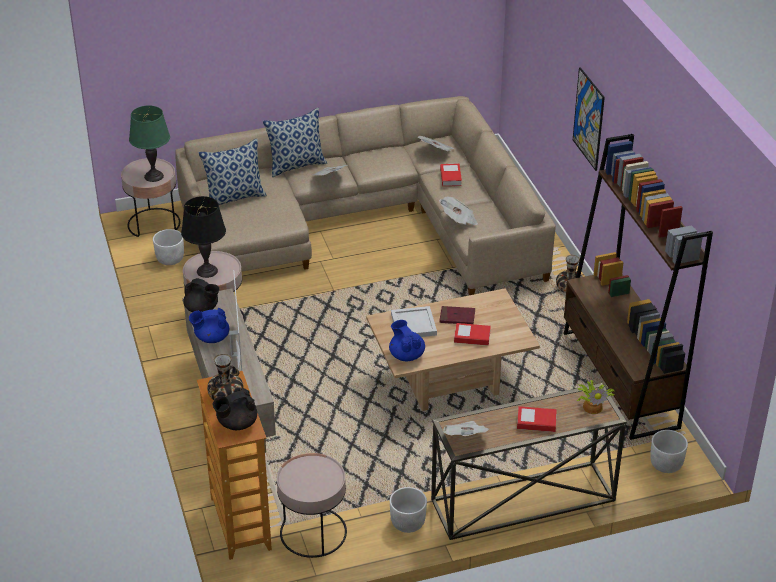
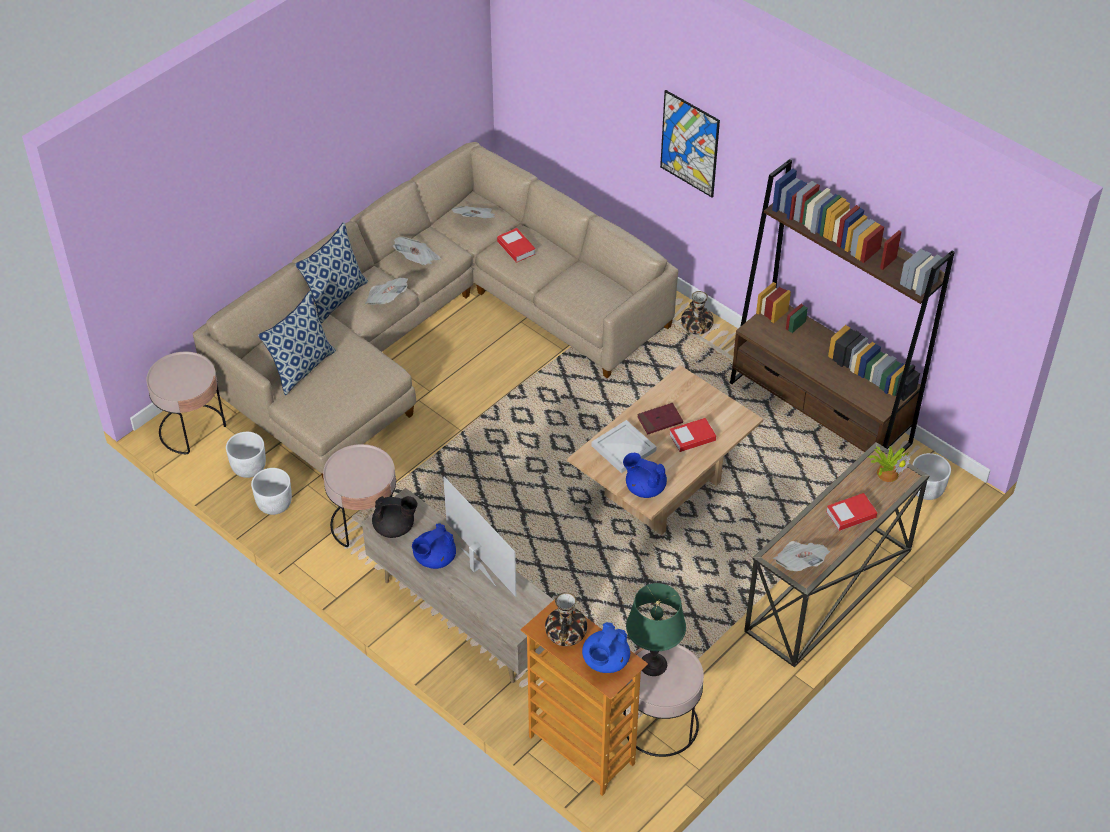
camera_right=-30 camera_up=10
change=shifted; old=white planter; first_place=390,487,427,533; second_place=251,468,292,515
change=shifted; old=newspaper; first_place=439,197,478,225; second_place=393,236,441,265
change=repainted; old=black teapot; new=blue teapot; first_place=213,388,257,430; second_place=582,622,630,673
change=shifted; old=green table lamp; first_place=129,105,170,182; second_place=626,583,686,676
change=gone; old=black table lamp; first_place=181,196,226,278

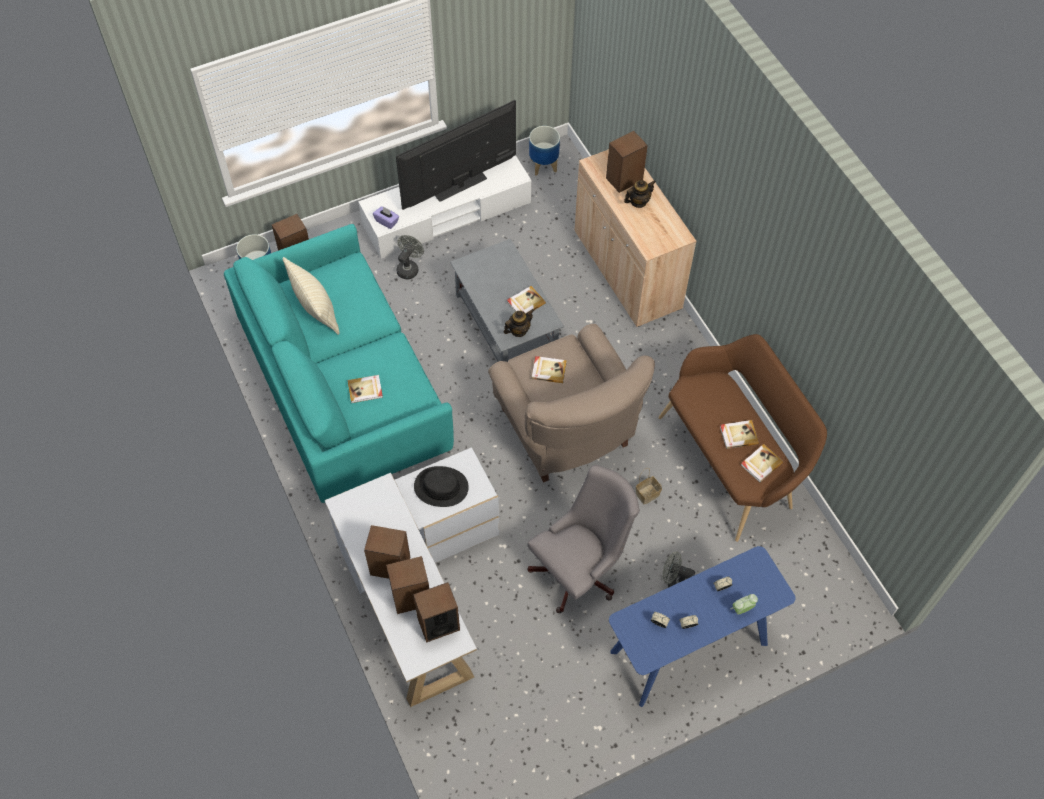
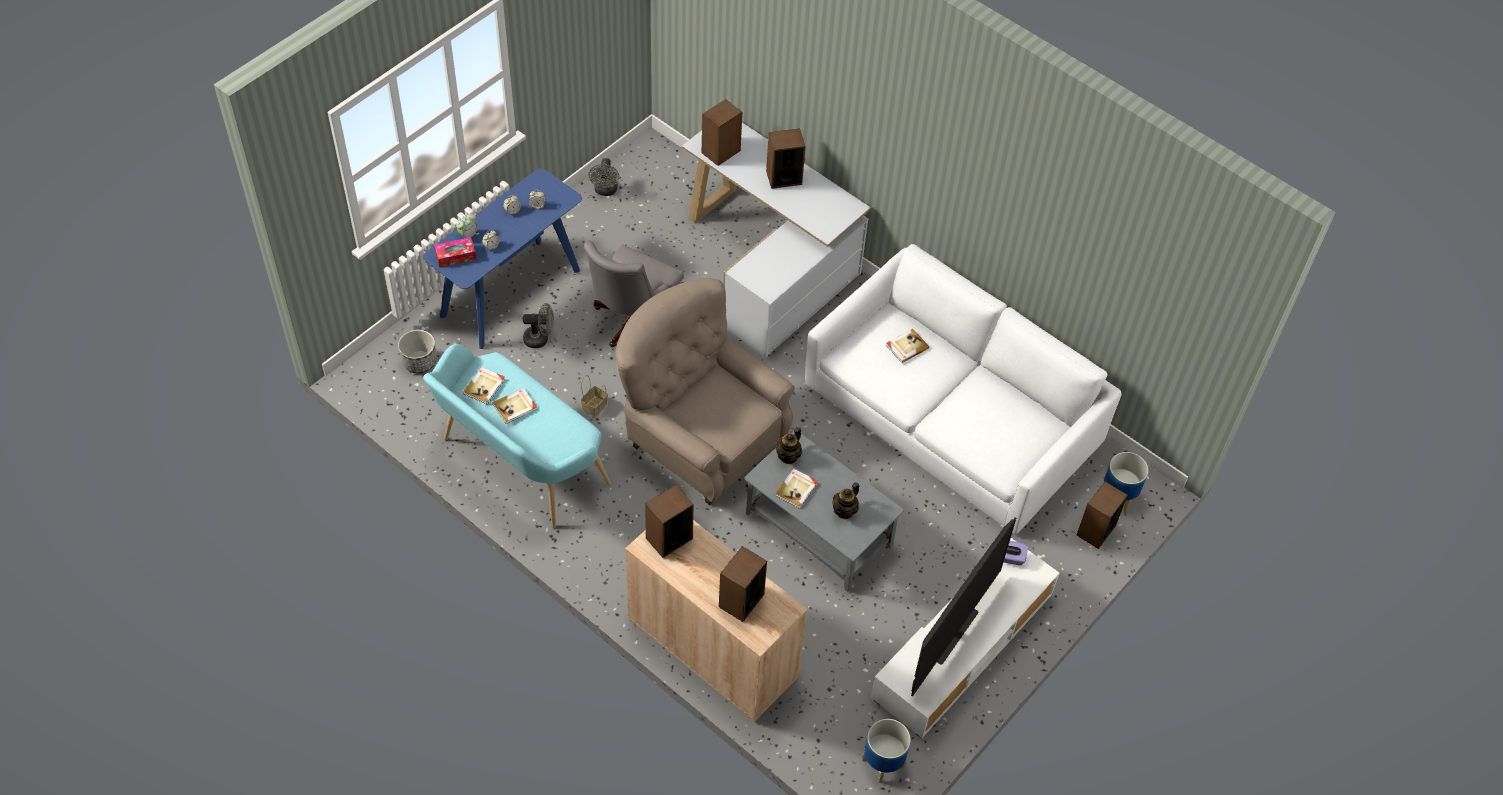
camera_right=155 camera_up=-5
change=new; new=planter; second_place=398,330,436,374
change=repainted; old=brown bench; new=turquoise bench; first_place=658,334,827,542; second_place=423,344,611,528
change=new; new=tissue box; second_place=434,237,476,267
change=shifted; old=grey fan; first_place=396,235,424,279; second_place=589,158,619,196
change=shifted; old=speaker; first_place=386,556,429,614; second_place=645,484,694,558
change=repainted; old=turquoise sofa; new=white sofa; first_place=224,224,454,503; second_place=805,244,1121,534
change=shifted; old=teapot; first_place=624,180,656,208; second_place=833,482,859,519
change=gone; old=beige pillow; first_place=283,257,340,335
change=gone; old=black hat; first_place=414,466,469,507
change=gone; old=book; first_place=532,356,567,383

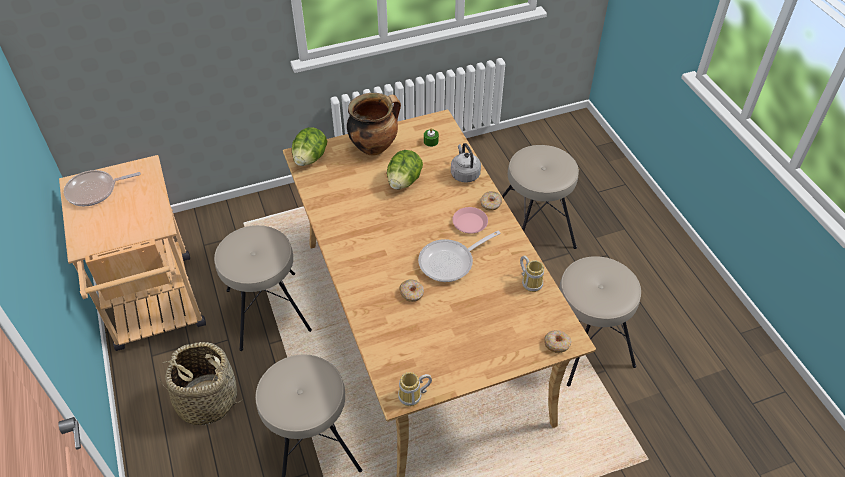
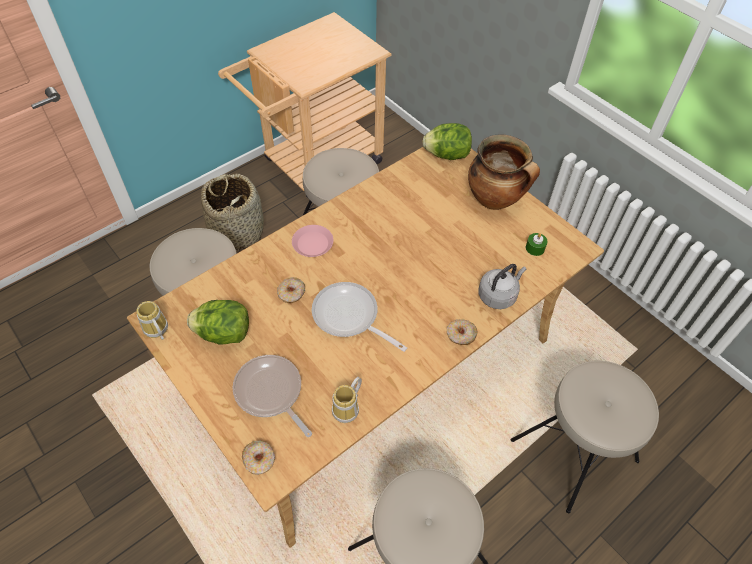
camera_right=70 camera_up=5
change=shifted; old=lettuce; first_place=387,150,423,190; second_place=187,300,249,345
change=shifted; old=frying pan; first_place=64,170,141,206; second_place=233,355,312,437
change=shifted; old=pink plate; first_place=452,207,488,234; second_place=292,225,333,257

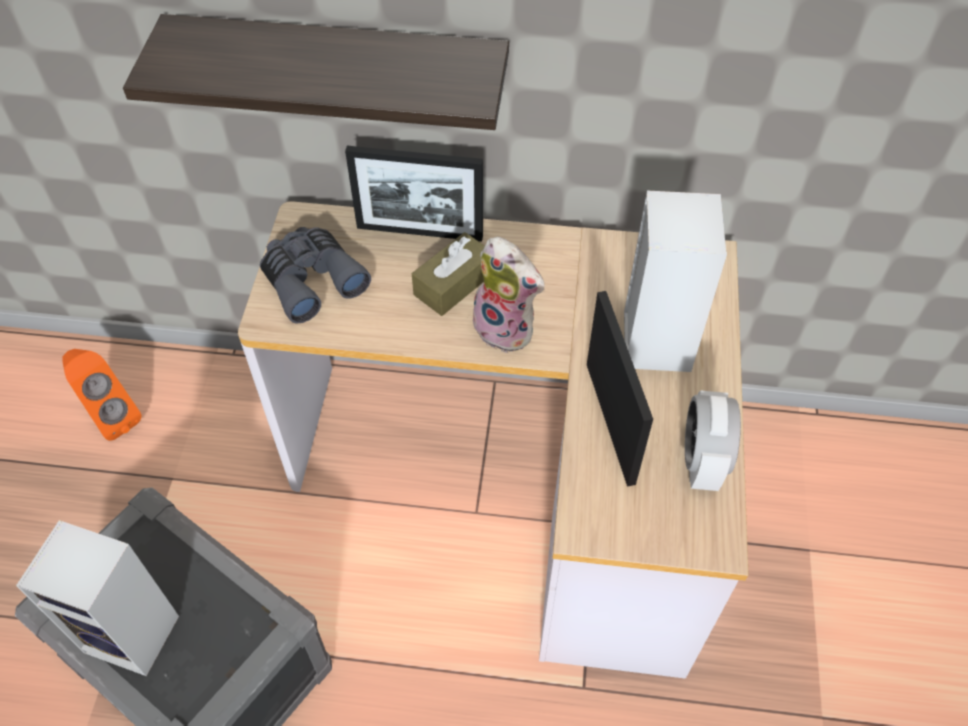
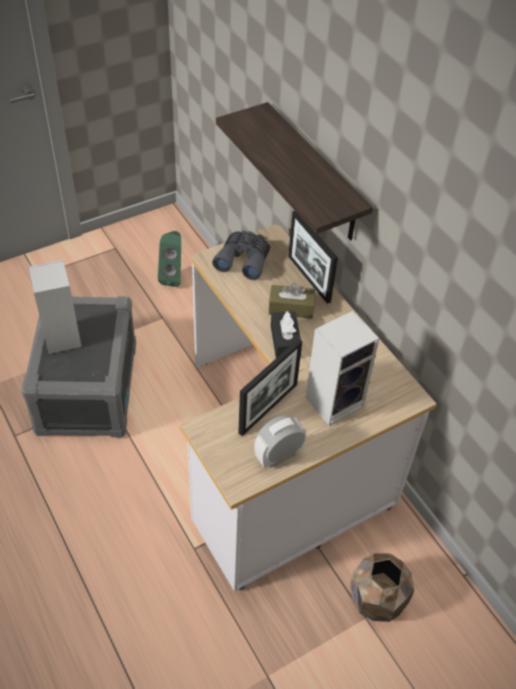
camera_right=50 camera_up=-5
change=repainted; old=orange speaker; new=green speaker; first_place=62,349,141,441; second_place=158,231,181,287
change=swapped; old=plush toy; new=black tissue box; first_place=471,237,545,353; second_place=271,311,302,358
change=new; new=brown planter; second_place=350,553,414,622

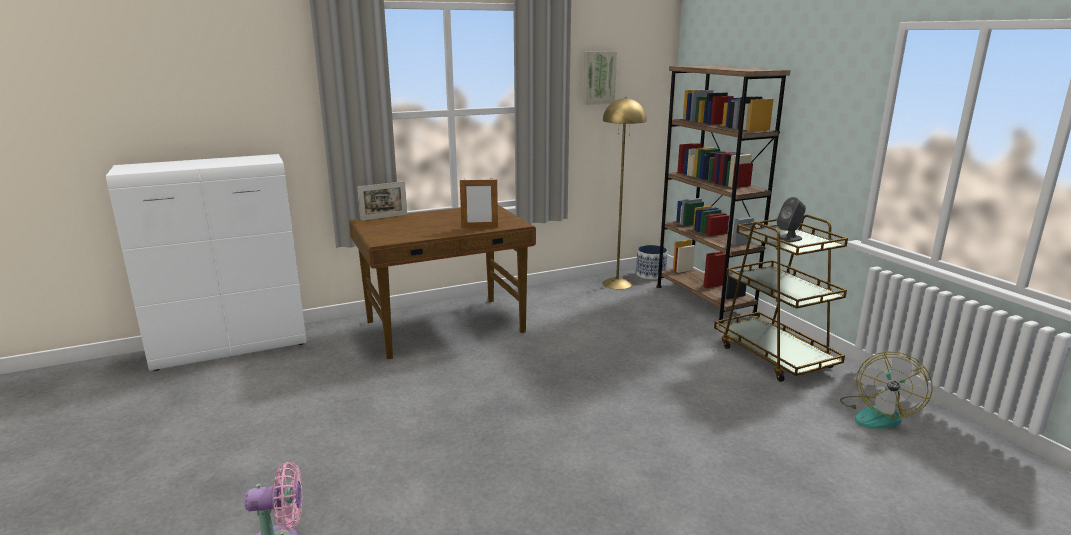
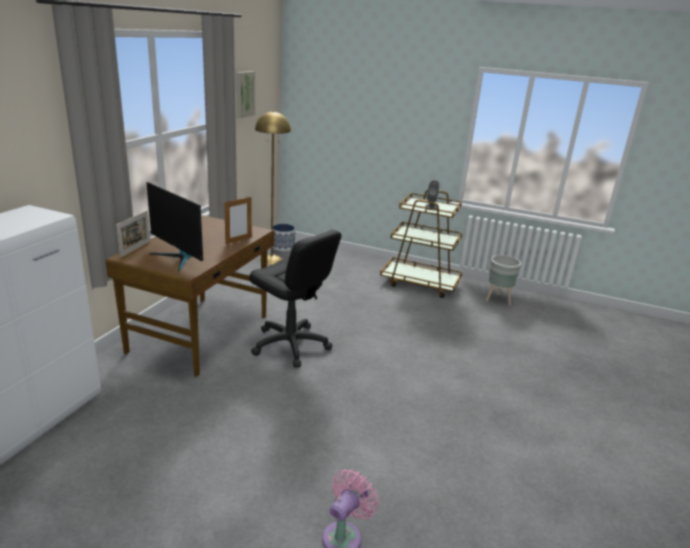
camera_right=-45 camera_up=5
change=new; new=monitor; second_place=146,182,203,271
change=new; new=black office chair; second_place=249,230,342,368
change=swapped; old=fan; new=grey planter; first_place=840,352,933,429; second_place=486,255,521,305
change=gone; old=brown bookcase; first_place=656,65,791,323

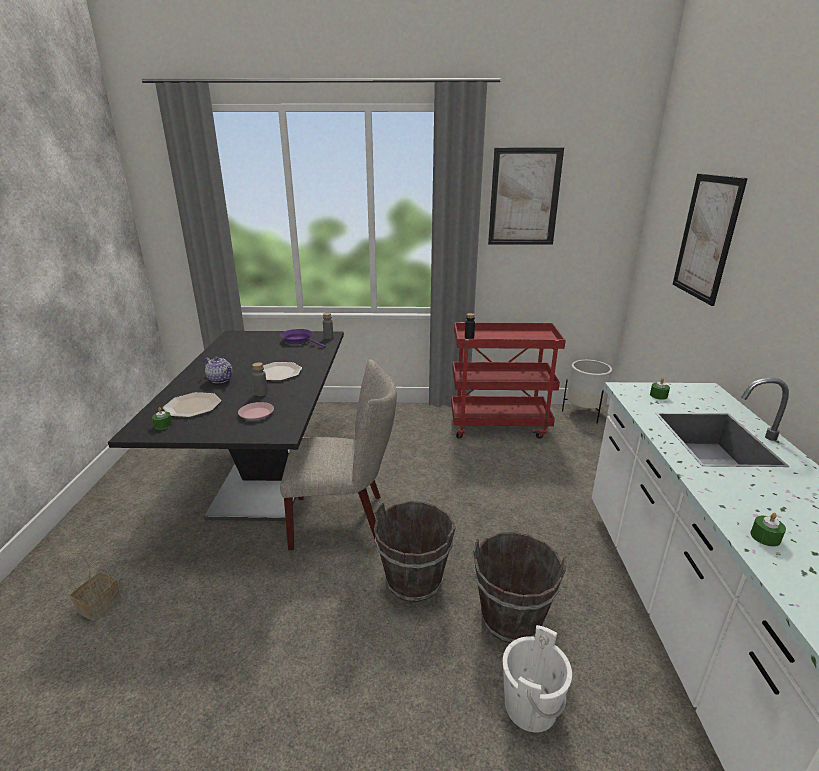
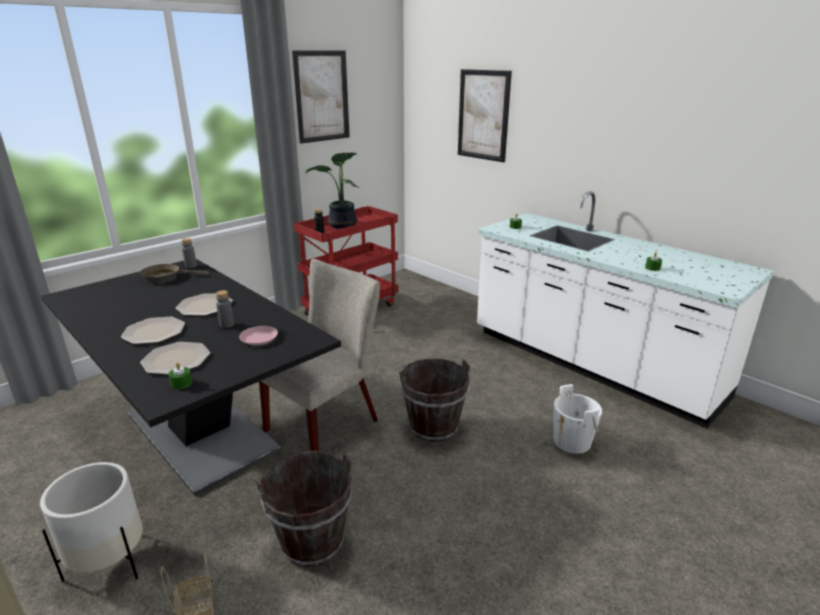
camera_right=-45 camera_up=0
change=shifted; old=white planter; first_place=562,360,612,423; second_place=40,462,143,582
change=swapped; old=teapot; new=plate; first_place=204,356,232,383; second_place=121,317,185,344
change=repainted; old=purple frying pan; new=brown frying pan; first_place=281,329,326,348; second_place=140,264,209,283
change=shifted; old=brown bucket; first_place=473,532,566,643; second_place=256,451,352,567
change=new; new=potted plant; second_place=305,153,359,229

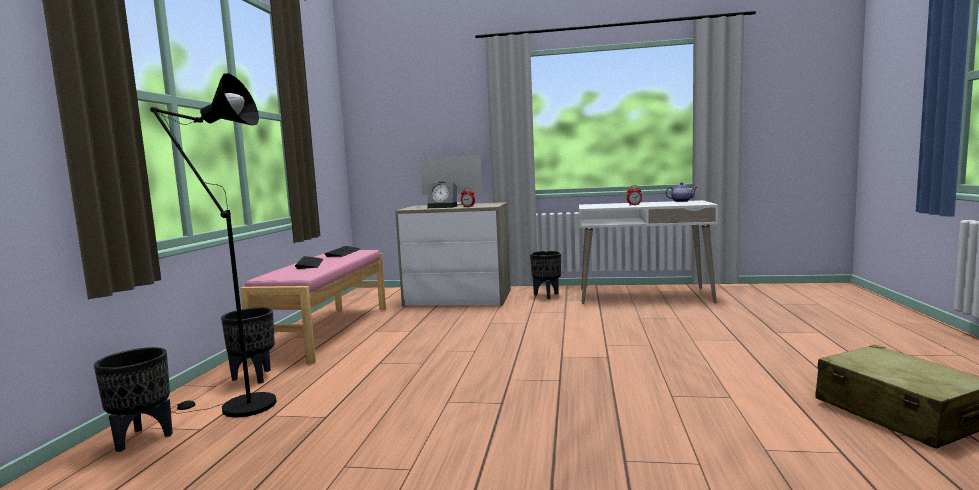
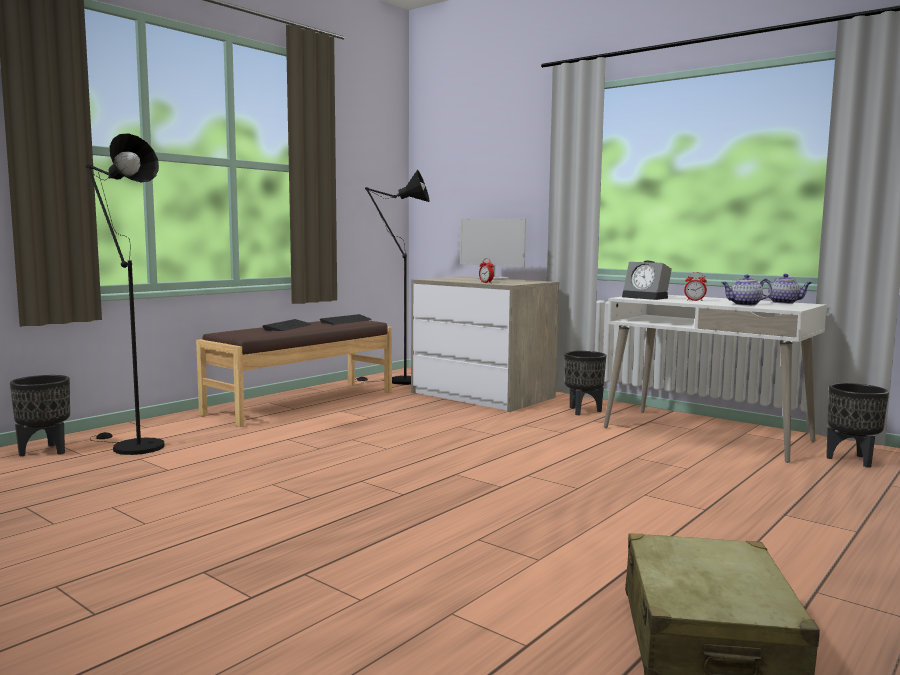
camera_right=30 camera_up=0
change=repainted; old=pink bench; new=brown bench; first_place=240,250,386,364; second_place=196,321,392,427
change=new; new=black floor lamp; second_place=356,170,430,385
change=shifted; old=alarm clock; first_place=427,182,457,208; second_place=622,261,672,300
change=new; new=teapot; second_place=721,275,772,306
change=shifted; old=black planter; first_place=221,307,275,384; second_place=826,383,889,468

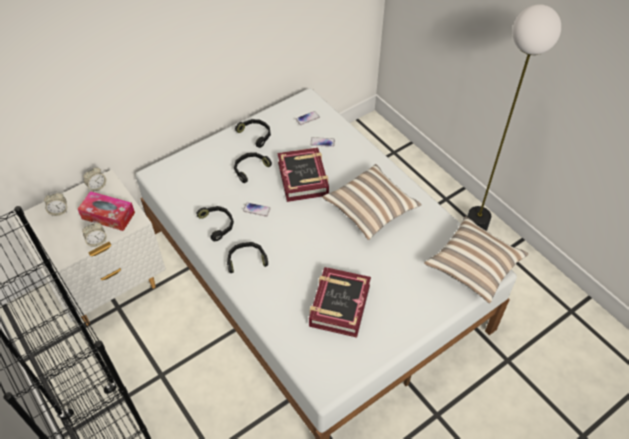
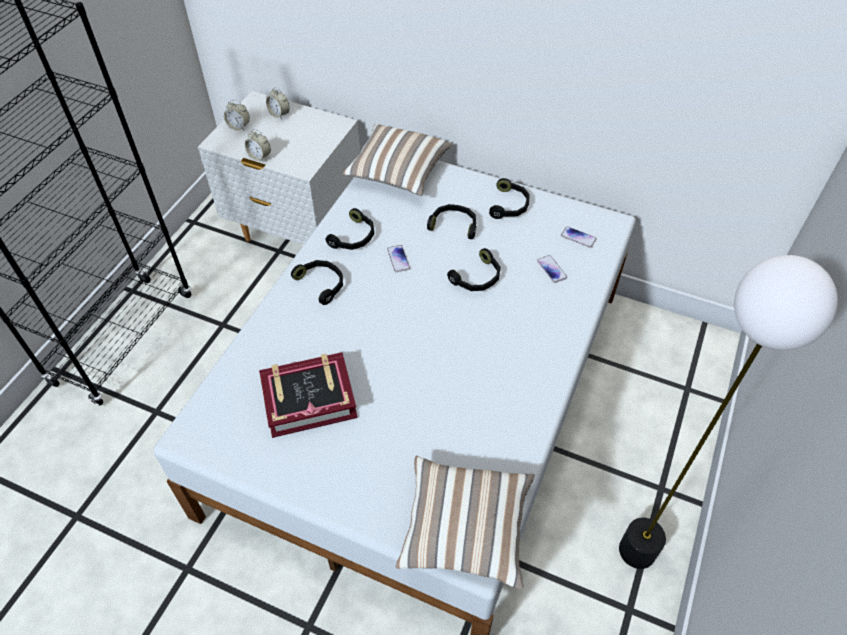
camera_right=60 camera_up=0
change=shifted; old=alarm clock; first_place=83,166,106,192; second_place=224,100,250,130
change=shifted; old=pillow; first_place=322,164,422,240; second_place=342,124,453,196
change=swapped; old=book; new=black headphones; first_place=277,147,329,202; second_place=447,248,501,291
change=gone; old=tissue box; first_place=78,191,135,231

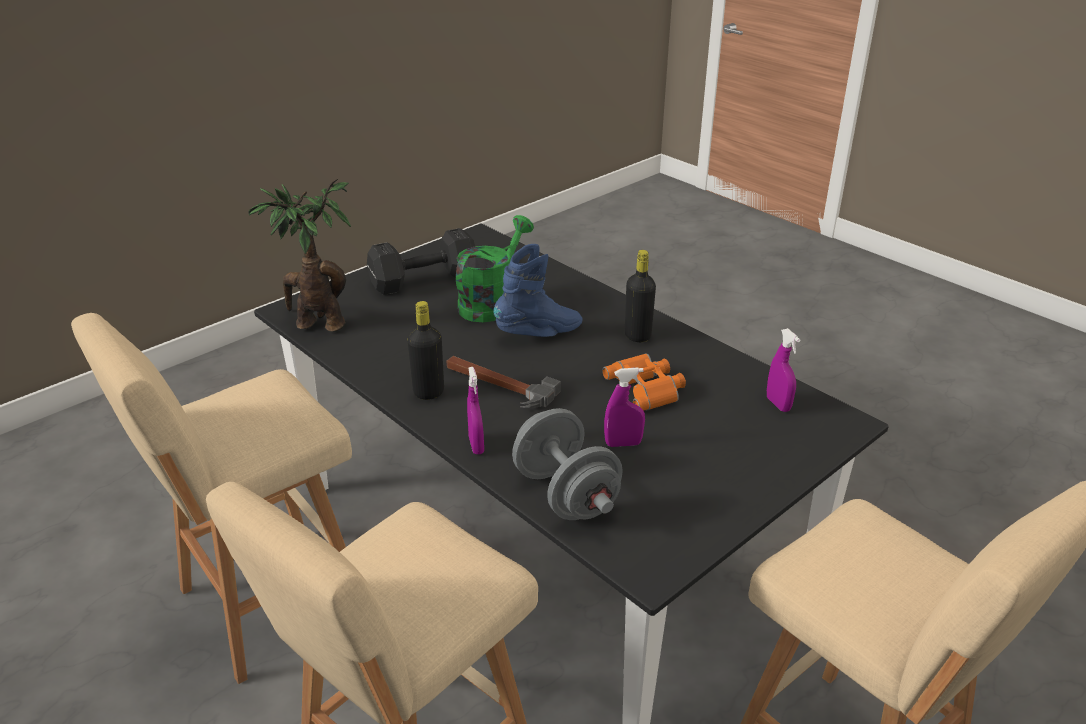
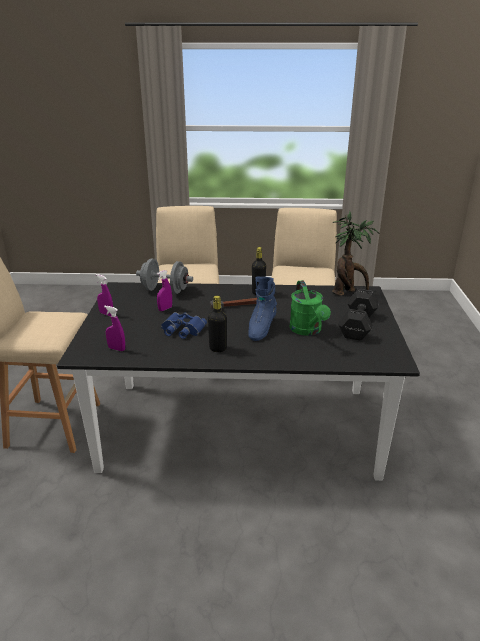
camera_right=135 camera_up=-5
change=shifted; old=purple spray bottle; first_place=467,367,484,454; second_place=96,274,113,316
change=repainted; old=orange binoculars; new=blue binoculars; first_place=602,353,686,411; second_place=161,312,207,339

